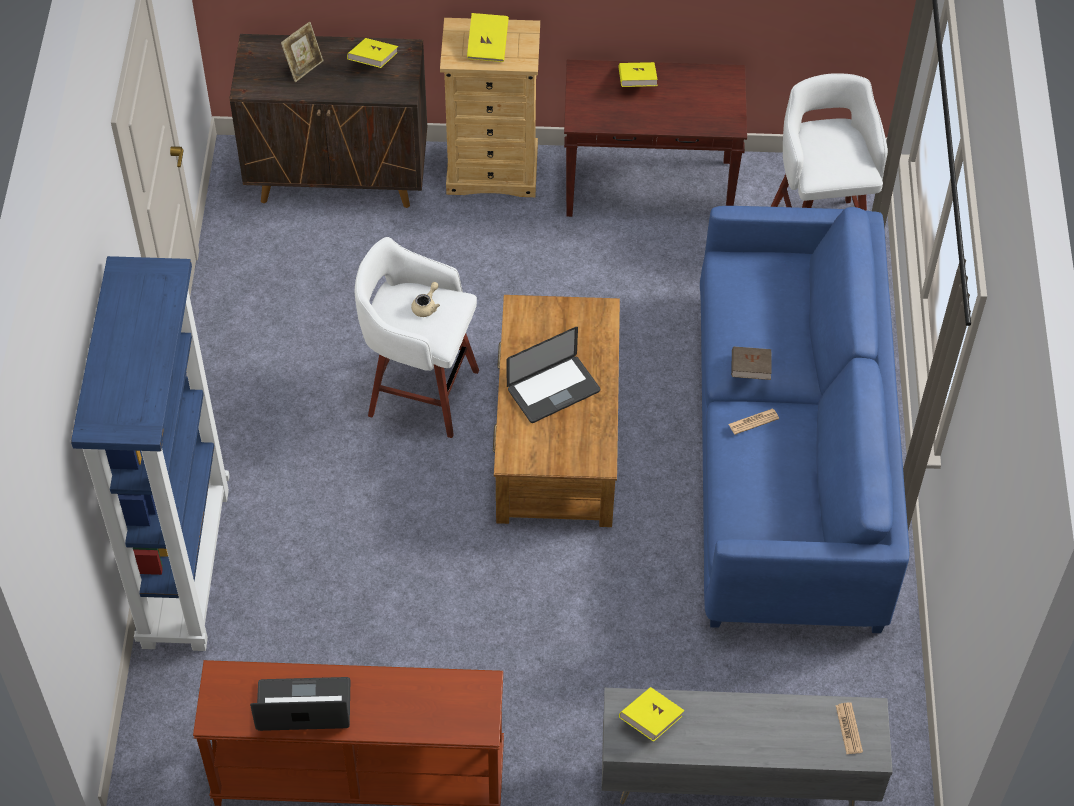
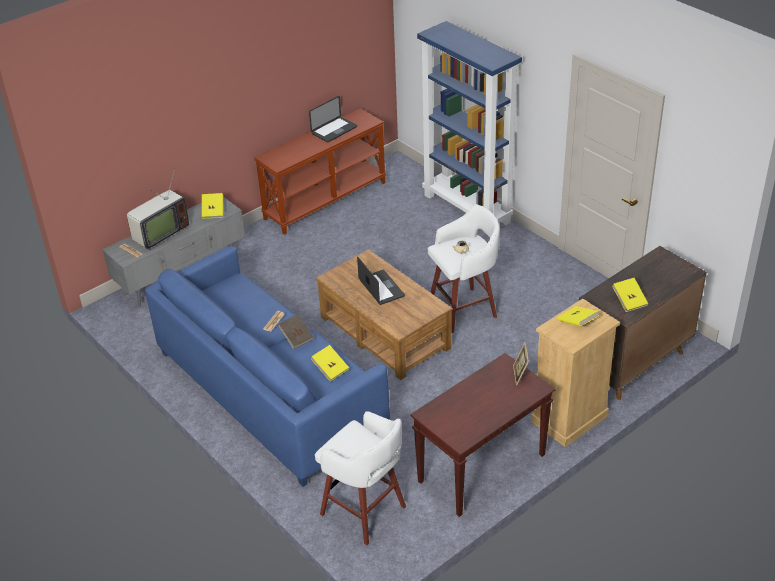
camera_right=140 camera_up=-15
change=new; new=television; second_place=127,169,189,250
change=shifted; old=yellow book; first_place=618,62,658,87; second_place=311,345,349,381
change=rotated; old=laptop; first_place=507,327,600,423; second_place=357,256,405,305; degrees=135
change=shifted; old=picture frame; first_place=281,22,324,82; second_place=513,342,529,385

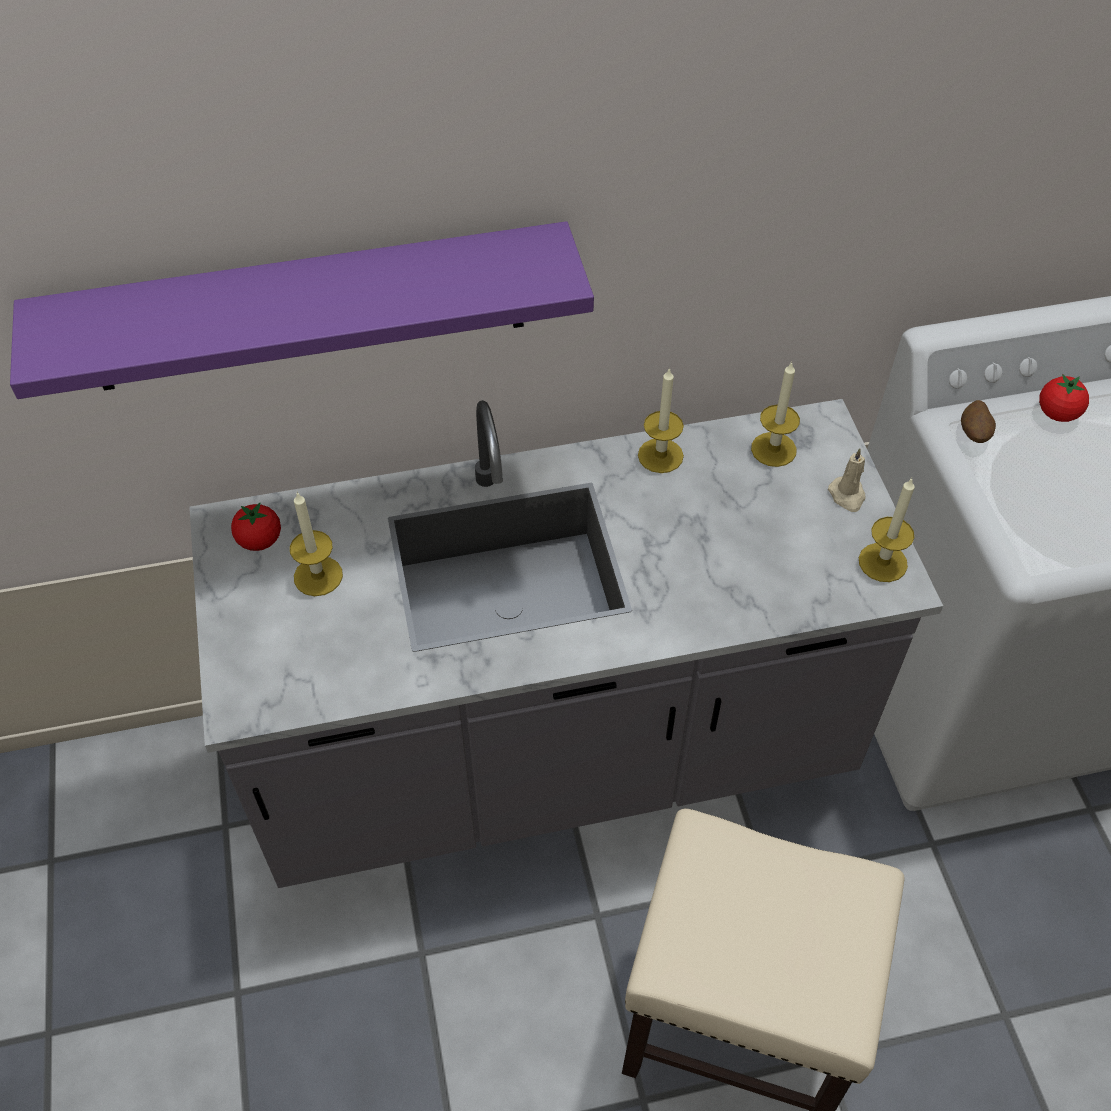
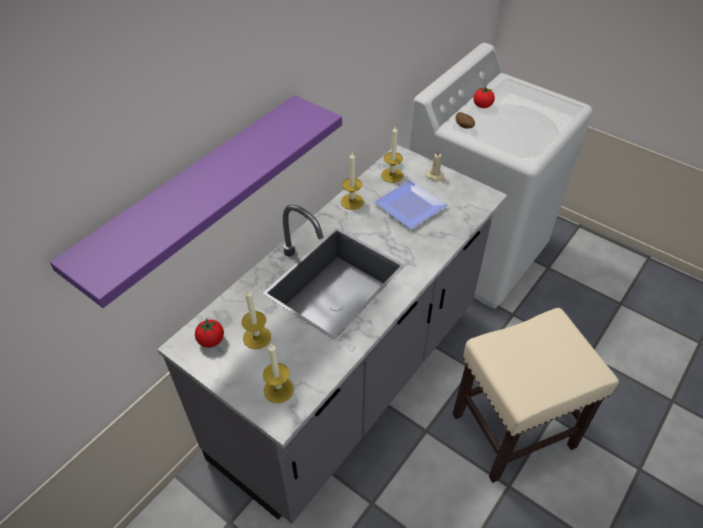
camera_right=-40 camera_up=-5
change=shifted; old=candle; first_place=859,478,915,582; second_place=263,344,294,403
change=new; new=plate; second_place=374,179,448,229

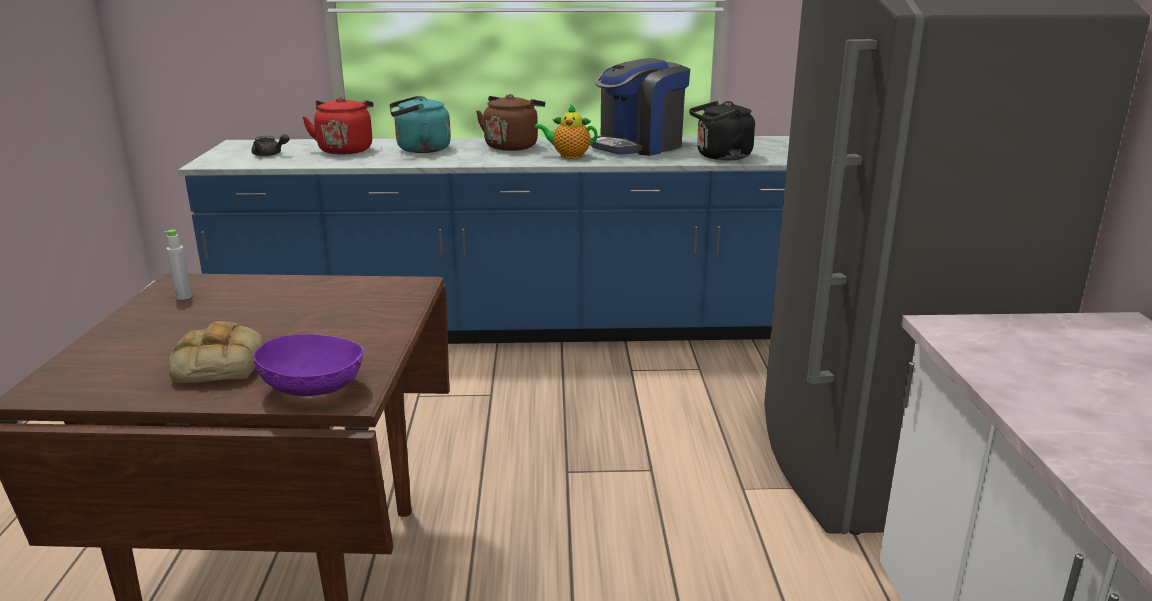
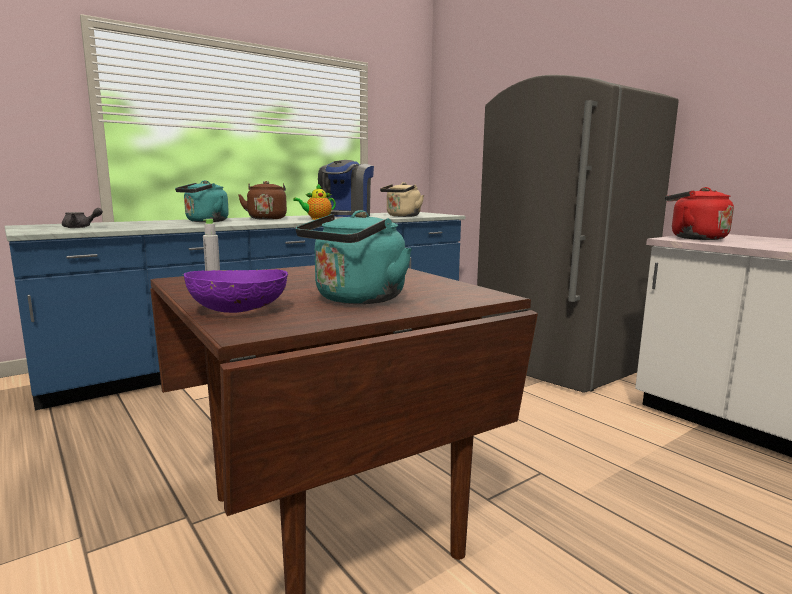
camera_right=-35 camera_up=-10
change=shifted; old=purple bowl; first_place=253,334,363,396; second_place=183,269,288,313
change=swapped; old=bread; new=turquoise kettle; first_place=168,321,263,383; second_place=296,210,412,304
change=repainted; old=black kettle; new=beige kettle; first_place=689,101,755,160; second_place=380,182,424,217
change=shifted; old=red kettle; first_place=302,97,373,155; second_place=665,187,734,240

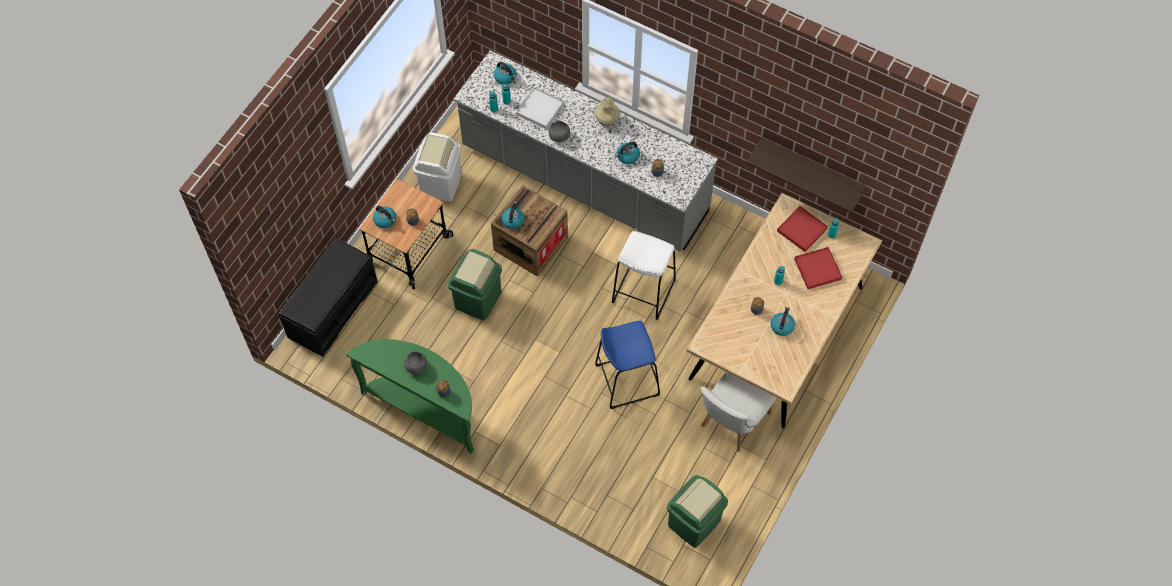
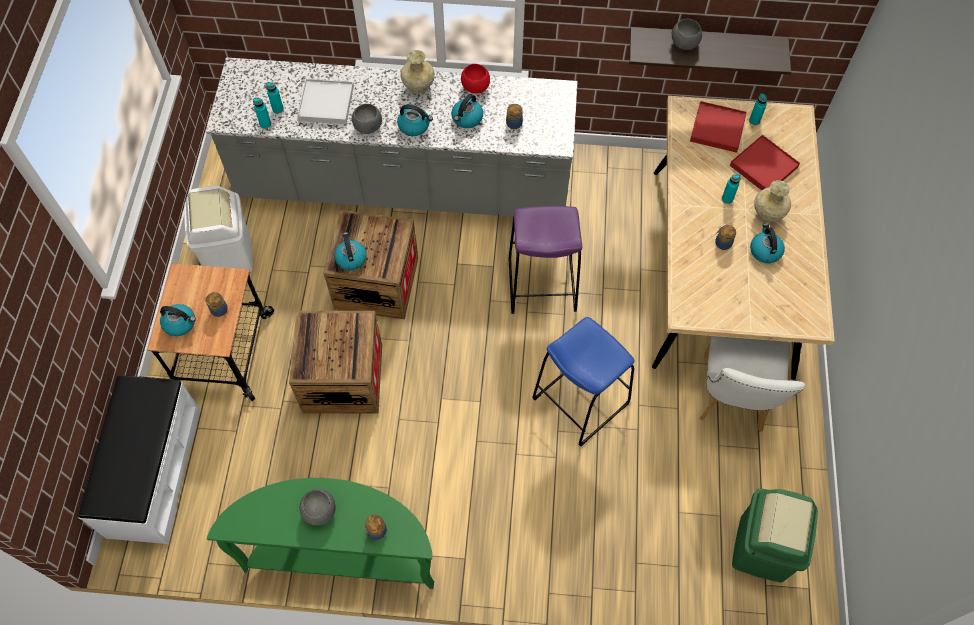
camera_right=-25 camera_up=0
change=repainted; old=black bench; new=white bench; first_place=278,237,378,357; second_place=78,375,201,544
change=swapped; old=green trash can; new=crate; first_place=448,249,502,320; second_place=289,311,382,414
change=shifted; old=kettle; first_place=494,62,516,84; second_place=397,104,433,136
change=new; new=red bowl; second_place=461,64,490,94
change=repainted; old=white stool; new=purple stool; first_place=612,231,676,320; second_place=509,206,582,314
change=new; new=grey bowl; second_place=672,19,702,50
change=new; new=beige vase; second_place=754,180,791,223

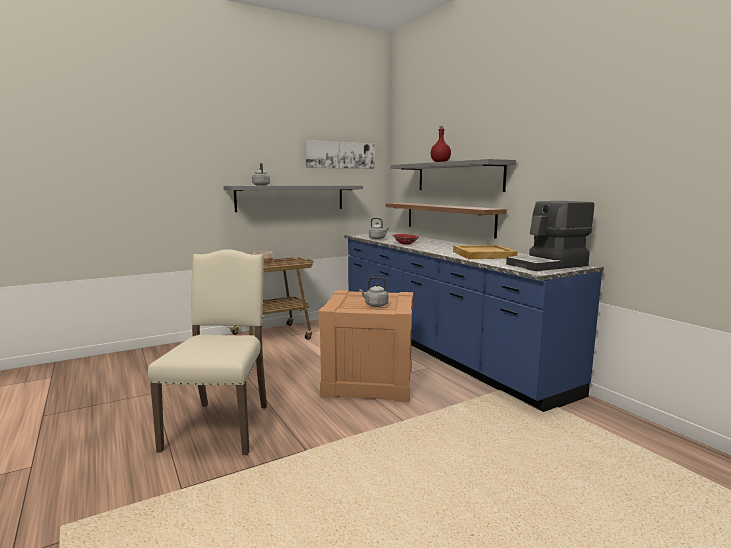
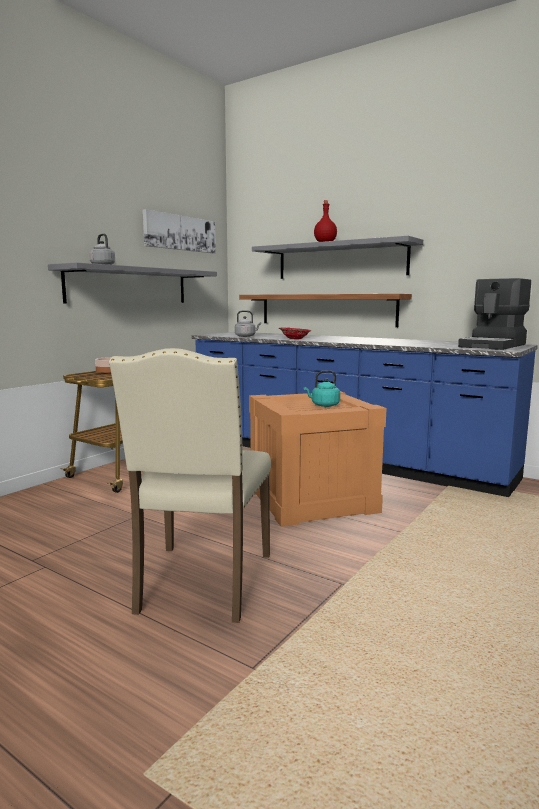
camera_right=-25 camera_up=0
change=rotated; old=beige chair; first_place=148,249,267,455; second_place=109,348,271,623; degrees=-150
change=repainted; old=grey kettle; new=turquoise kettle; first_place=359,277,388,307; second_place=304,370,340,407
change=gone; old=beige tray; first_place=453,245,518,259

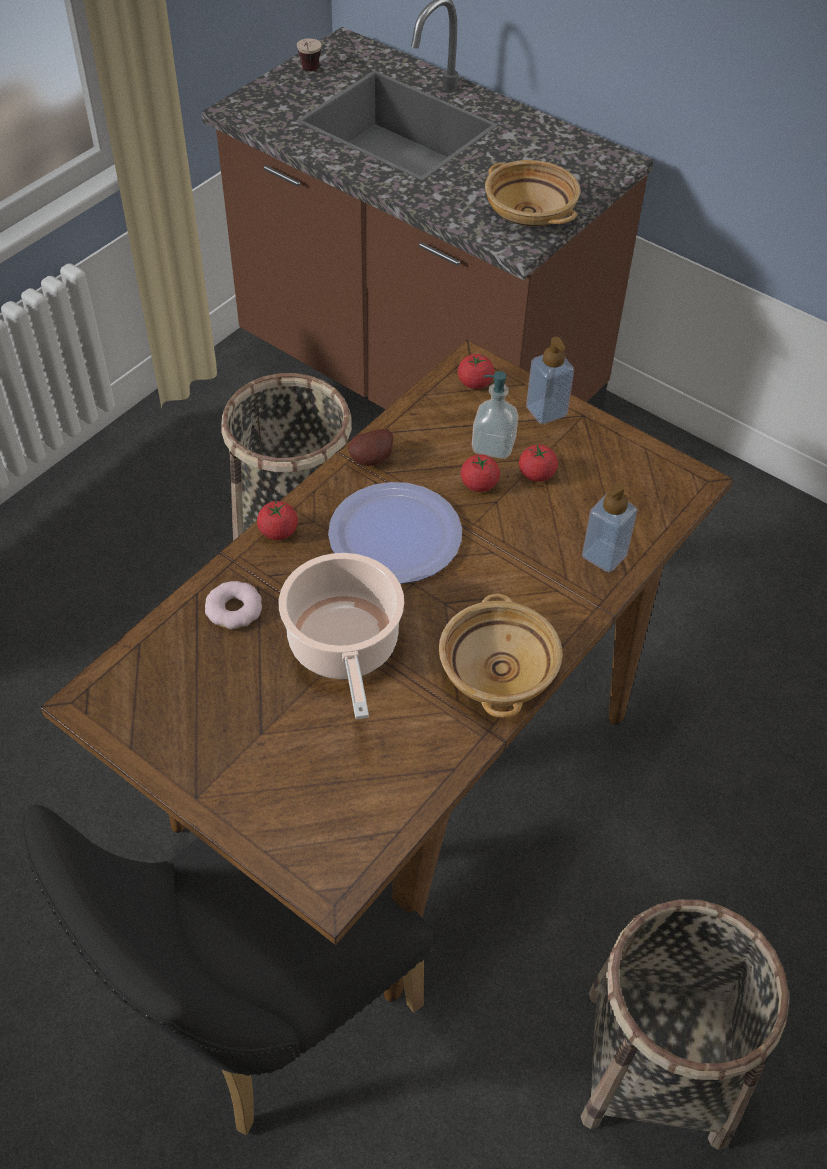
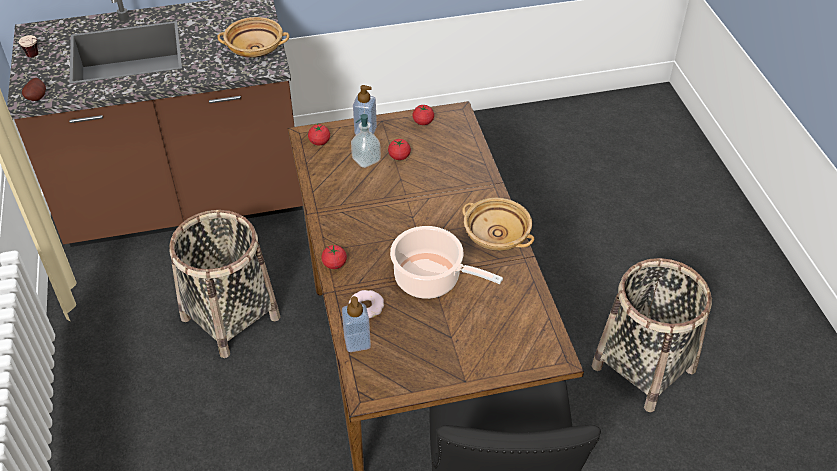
camera_right=-50 camera_up=-5
change=shifted; old=potato; first_place=348,429,393,466; second_place=22,78,46,101
change=shifted; old=soap dispenser; first_place=582,482,638,572; second_place=342,296,371,352
change=shifted; old=tomato; first_place=461,454,500,492; second_place=412,105,434,125
change=gone; old=plate; first_place=328,482,462,584

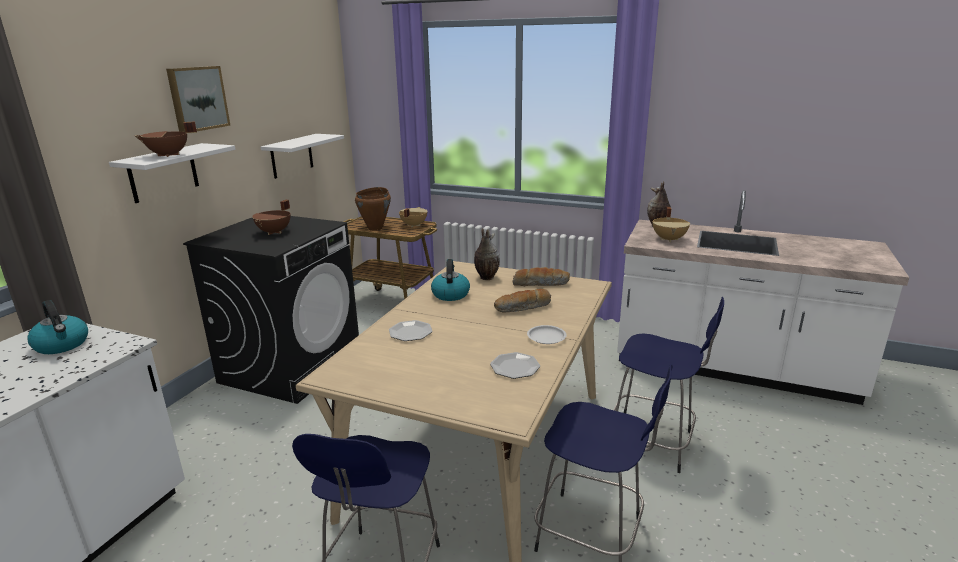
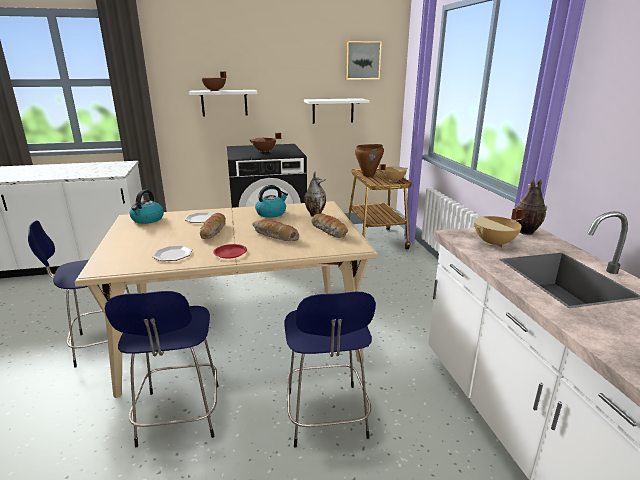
camera_right=55 camera_up=0
change=shifted; old=kettle; first_place=28,300,88,354; second_place=130,190,164,224
change=new; new=bread; second_place=200,213,226,239
change=repainted; old=white plate; new=red plate; first_place=527,325,567,344; second_place=213,244,247,259
change=shifted; old=picture; first_place=166,66,231,132; second_place=345,41,382,79

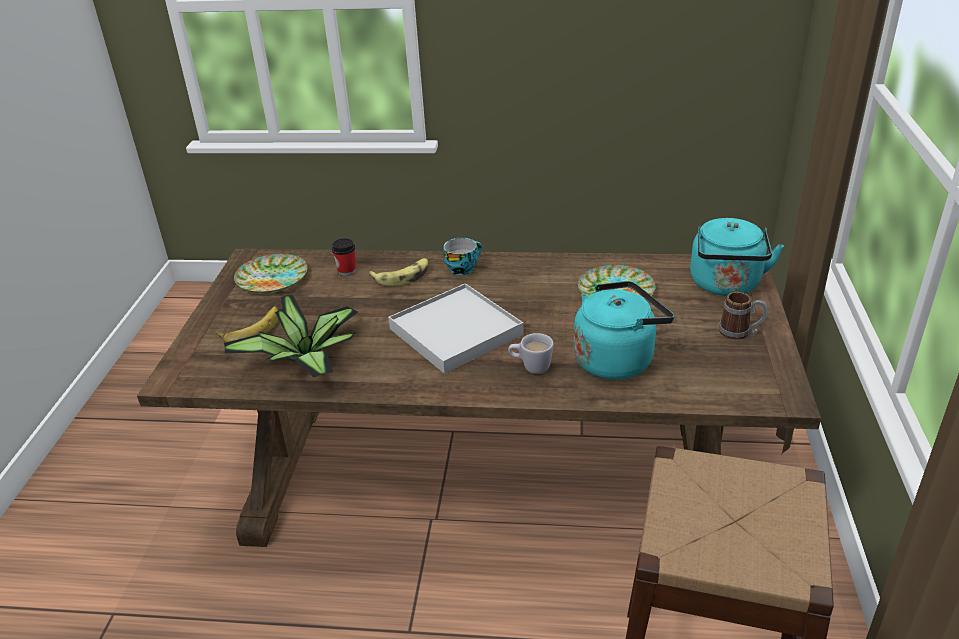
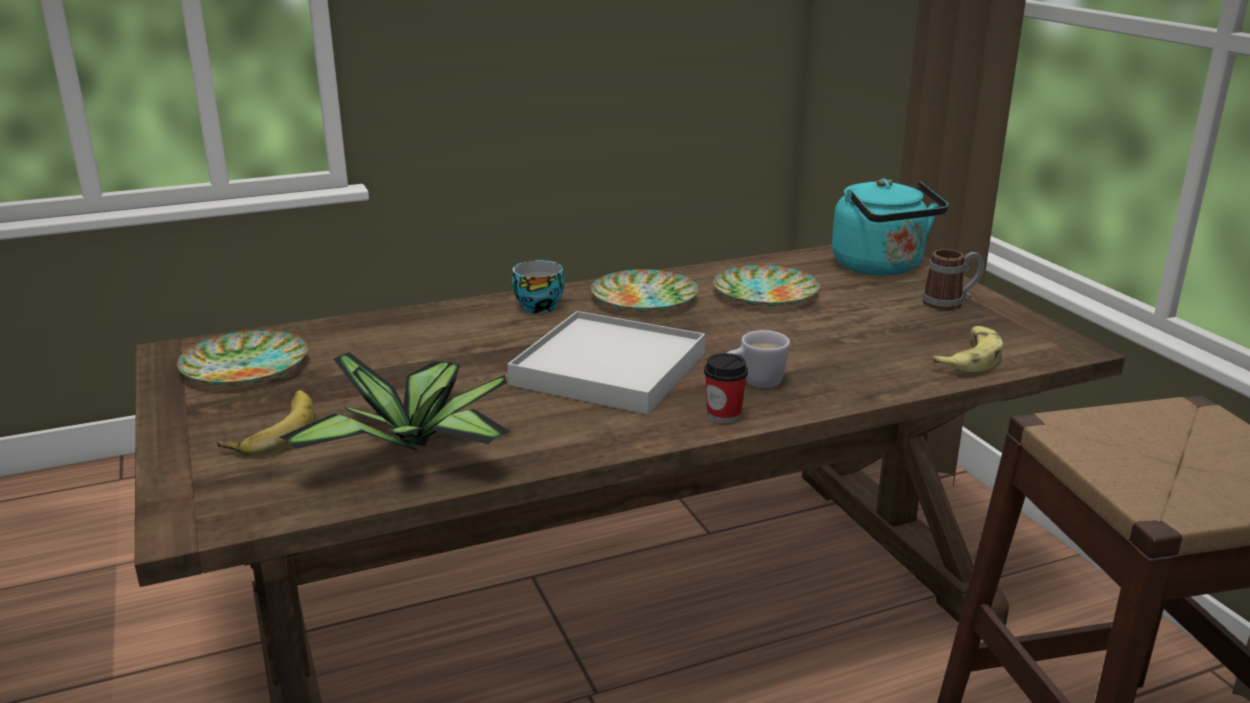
camera_right=-30 camera_up=-10
change=new; new=plate; second_place=591,269,698,312
change=shifted; old=cup; first_place=332,238,356,276; second_place=704,353,748,424
change=shifted; old=banana; first_place=369,258,428,286; second_place=931,326,1004,372
change=gone; old=turquoise kettle; first_place=574,281,674,380

